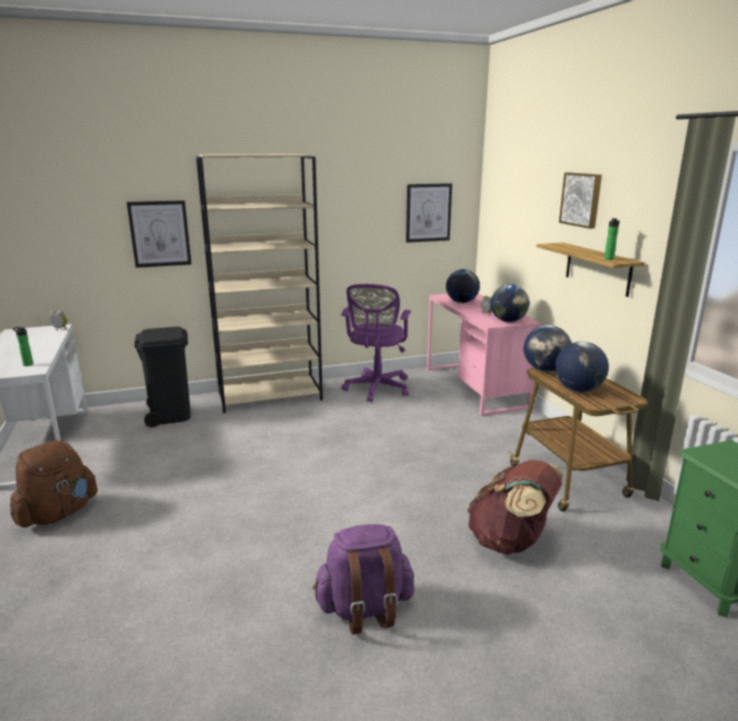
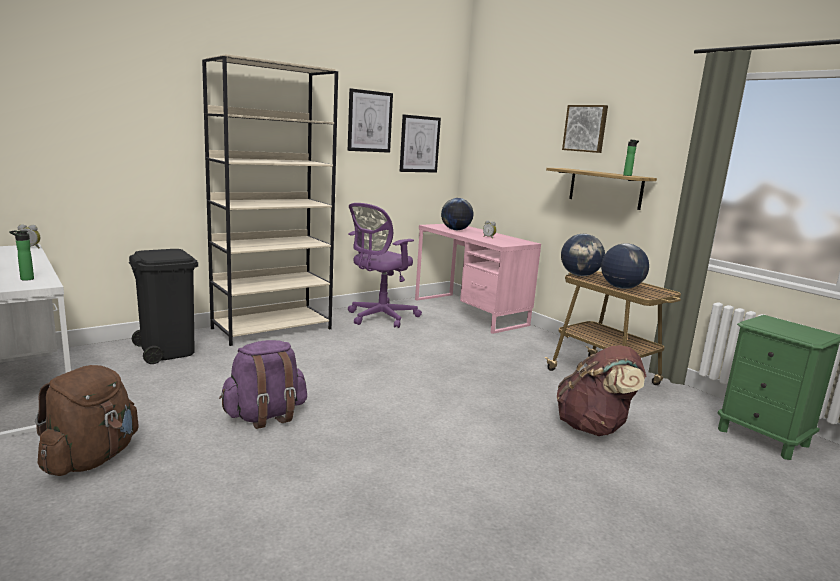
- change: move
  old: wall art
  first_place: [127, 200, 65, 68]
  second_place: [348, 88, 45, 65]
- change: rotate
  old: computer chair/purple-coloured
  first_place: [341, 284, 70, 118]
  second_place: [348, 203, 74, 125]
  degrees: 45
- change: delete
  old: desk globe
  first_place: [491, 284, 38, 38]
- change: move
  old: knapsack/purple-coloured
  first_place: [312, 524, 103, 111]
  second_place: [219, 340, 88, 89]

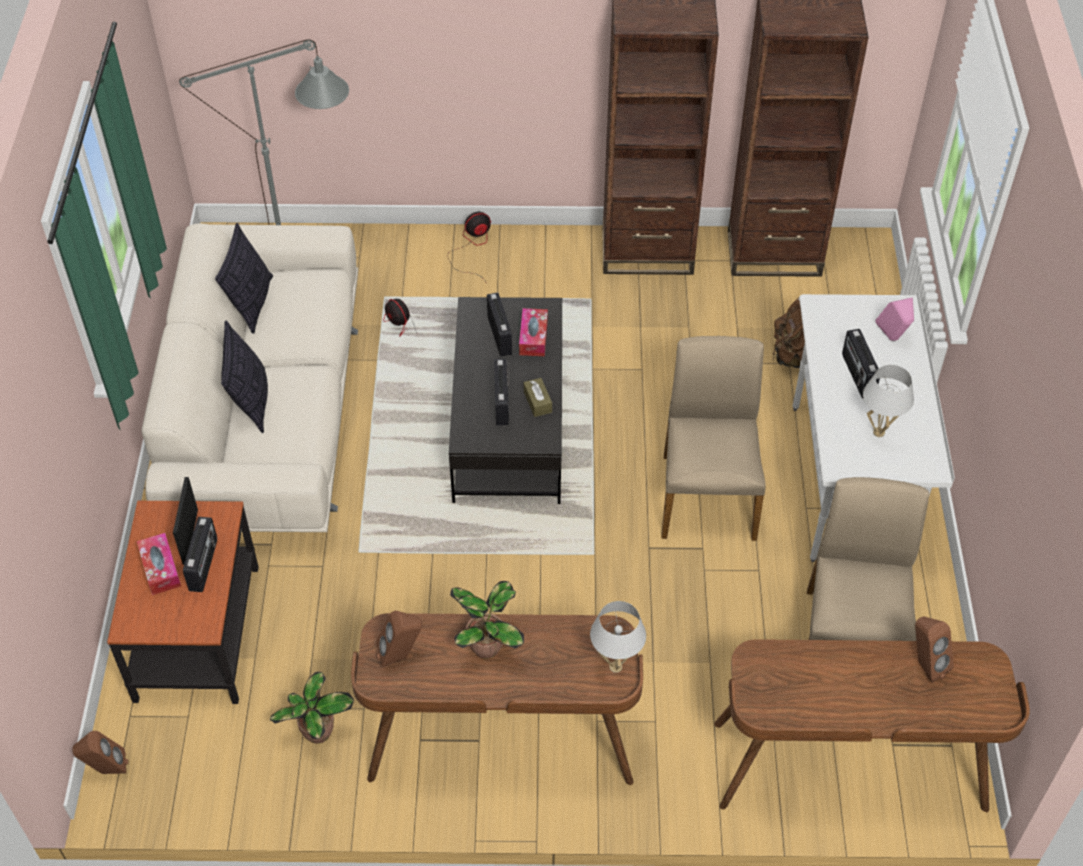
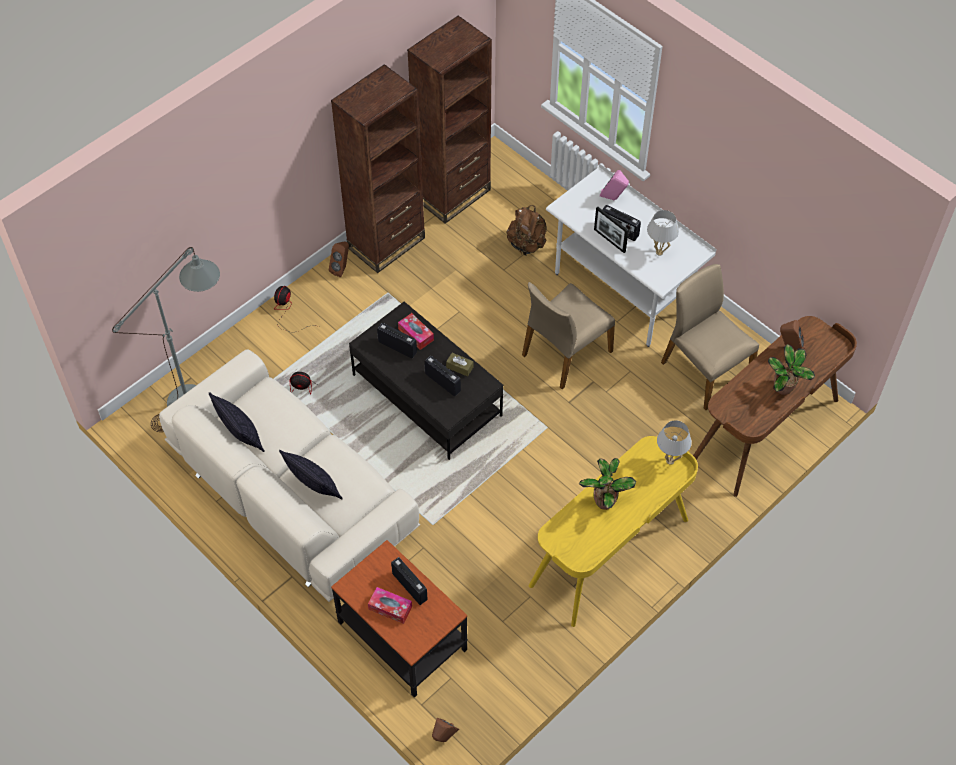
- change: rotate
  old: chair/beige-coloured
  first_place: [662, 336, 104, 205]
  second_place: [522, 282, 93, 107]
  degrees: -90
- change: move
  old: picture frame
  first_place: [173, 477, 25, 88]
  second_place: [594, 207, 35, 46]
- change: move
  old: speaker/brown
  first_place: [376, 611, 46, 57]
  second_place: [329, 241, 20, 36]
- change: recolor
  old: desk unit/brown
  new: desk unit/yellow
  first_place: [351, 613, 292, 172]
  second_place: [529, 436, 169, 191]
- change: move
  old: plant in a pot
  first_place: [270, 672, 84, 71]
  second_place: [768, 344, 47, 51]

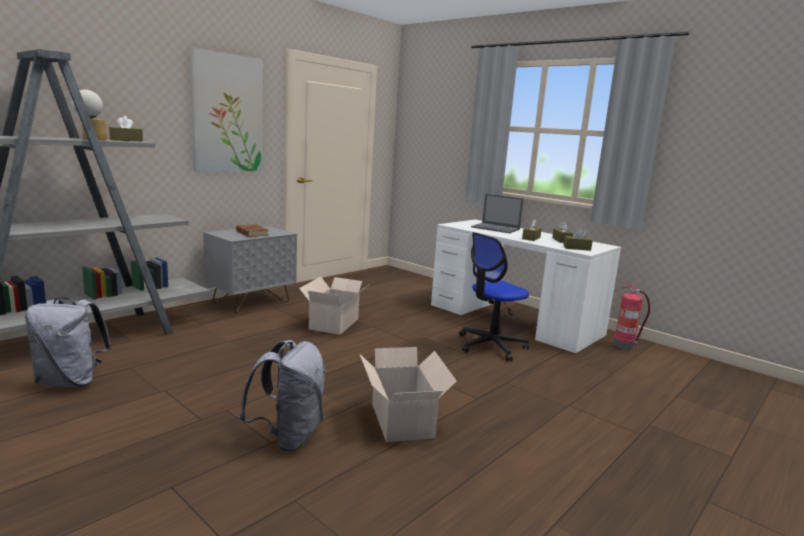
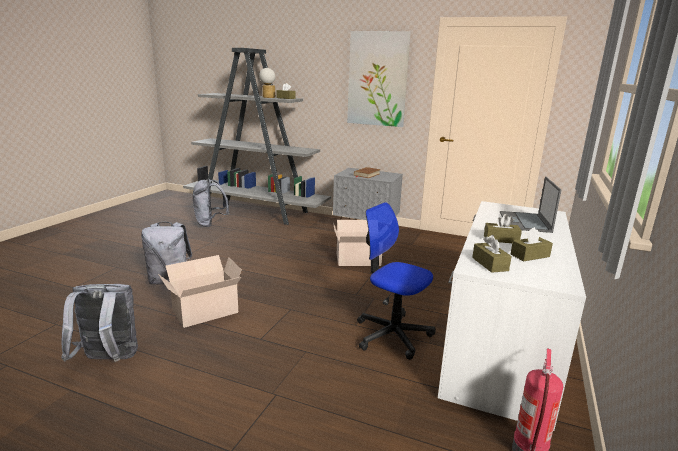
- change: insert
  new: knapsack/greyish
  second_place: [62, 284, 76, 78]

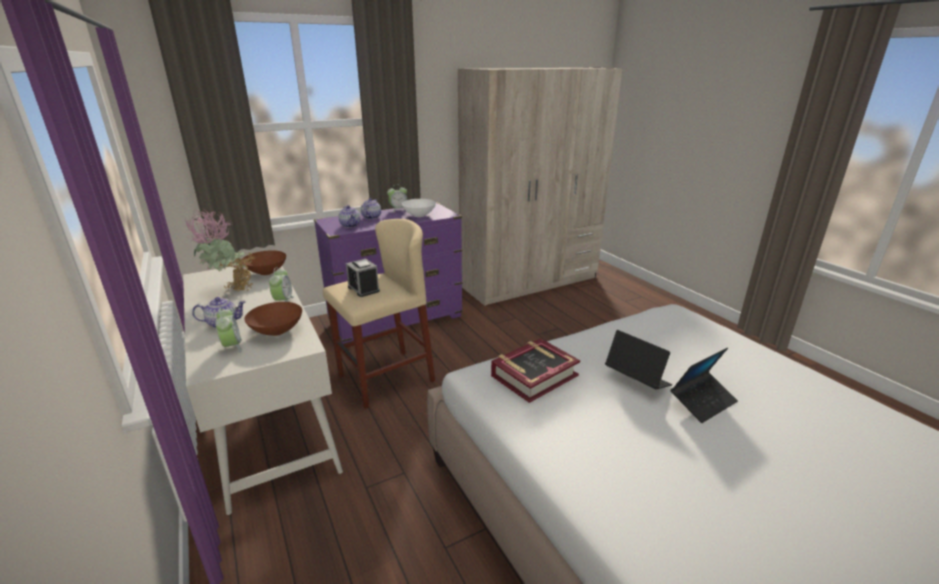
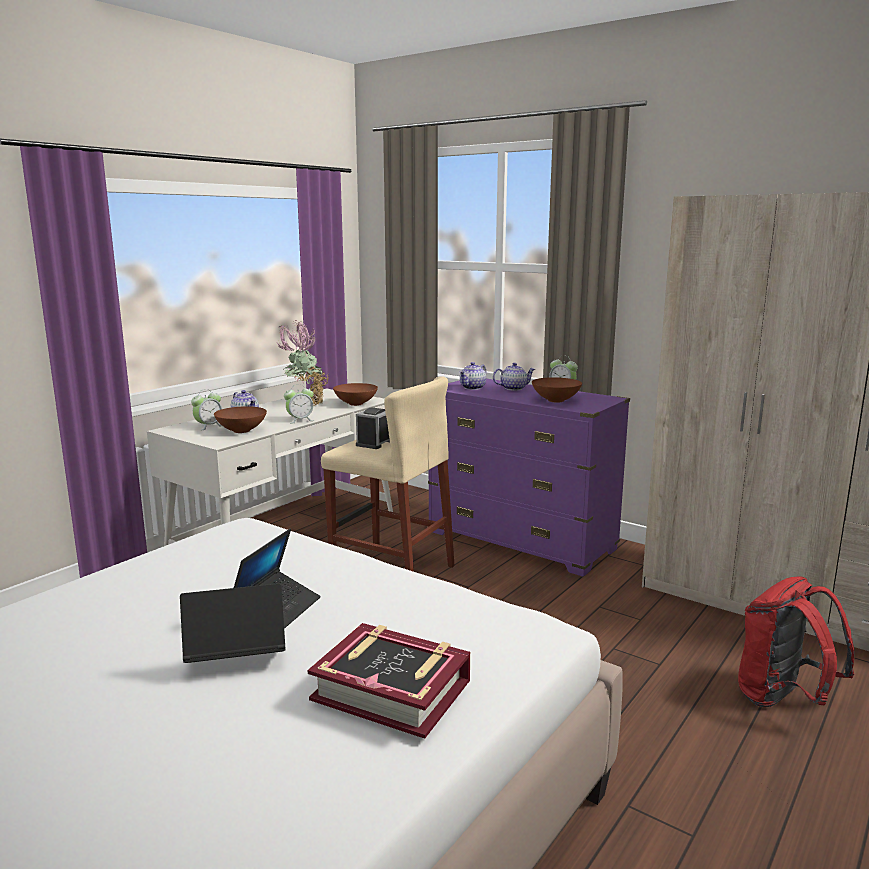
- change: recolor
  old: bowl/white
  new: bowl/brown
  first_place: [401, 199, 35, 18]
  second_place: [532, 377, 50, 26]
- change: move
  old: bound book
  first_place: [491, 338, 89, 65]
  second_place: [308, 623, 162, 116]
- change: rotate
  old: portable computer
  first_place: [671, 348, 67, 75]
  second_place: [180, 584, 106, 79]
  degrees: 135
- change: insert
  new: knapsack/red-coloured
  second_place: [738, 576, 116, 131]

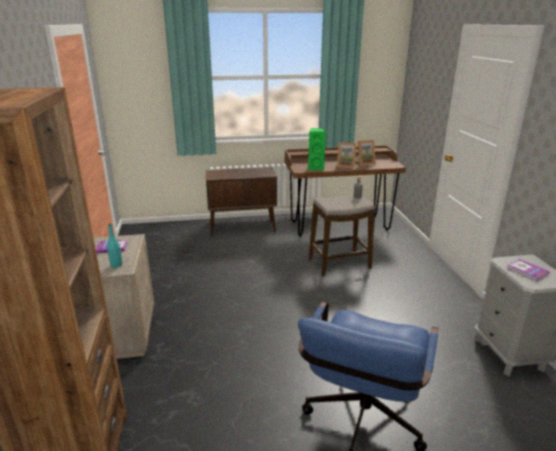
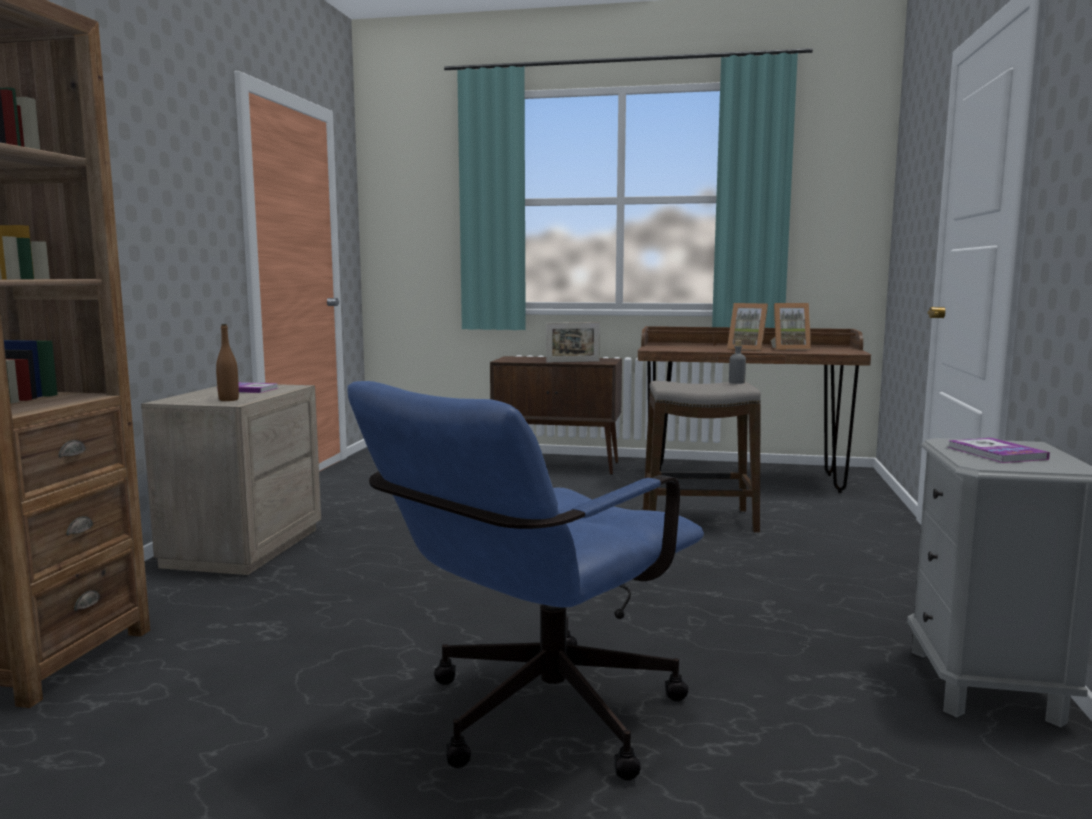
- change: delete
  old: speaker/green-coloured
  first_place: [308, 128, 18, 42]
- change: recolor
  old: bottle/blue-green
  new: bottle/brown
  first_place: [107, 224, 15, 44]
  second_place: [216, 324, 23, 77]
- change: insert
  new: picture frame
  second_place: [546, 322, 54, 40]

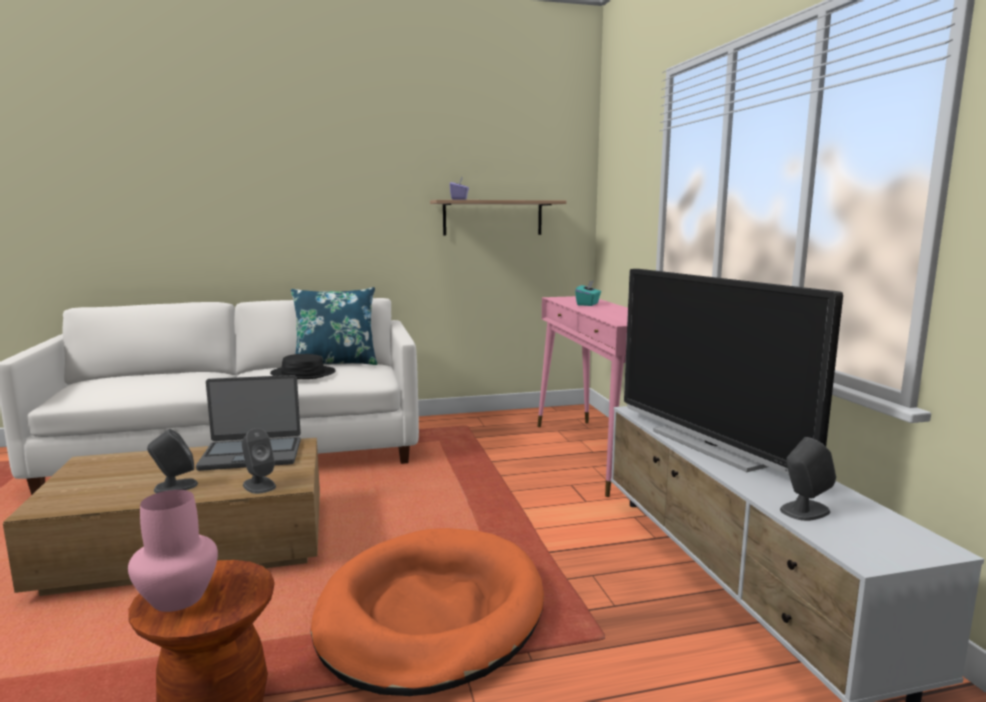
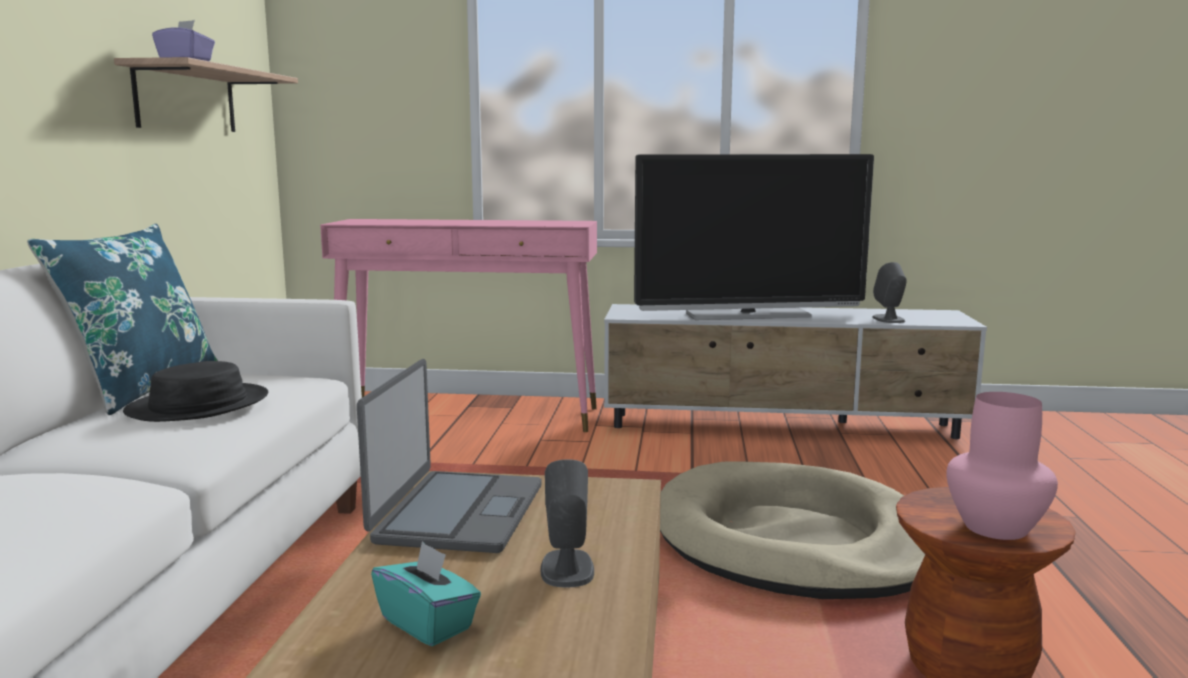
- change: move
  old: tissue holder/blue-green
  first_place: [575, 280, 26, 26]
  second_place: [371, 541, 110, 105]
- change: delete
  old: speaker/greyish
  first_place: [242, 428, 34, 66]
- change: recolor
  old: pet bed/orangey
  new: pet bed/beige-coloured
  first_place: [311, 528, 233, 168]
  second_place: [660, 461, 265, 138]

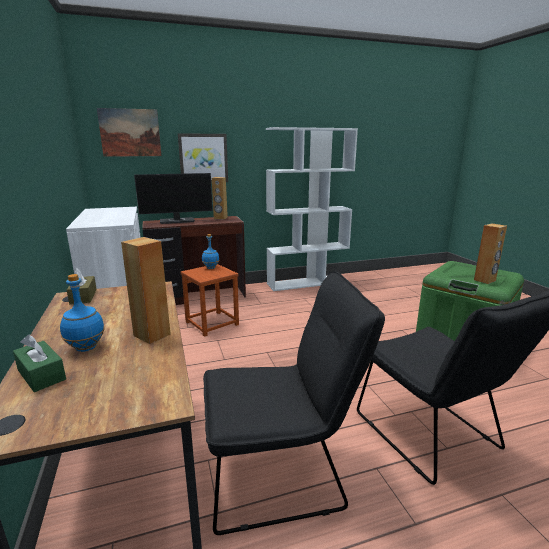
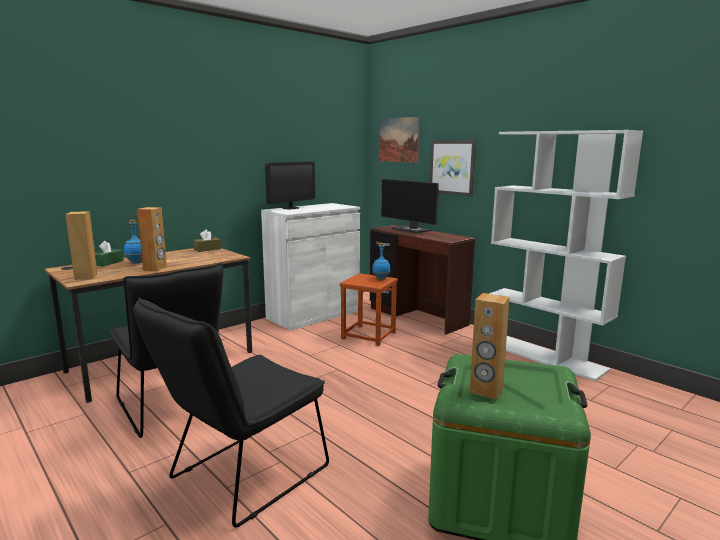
- change: move
  old: speaker/brown
  first_place: [212, 177, 16, 43]
  second_place: [65, 211, 33, 69]
- change: insert
  new: computer screen
  second_place: [265, 161, 50, 48]

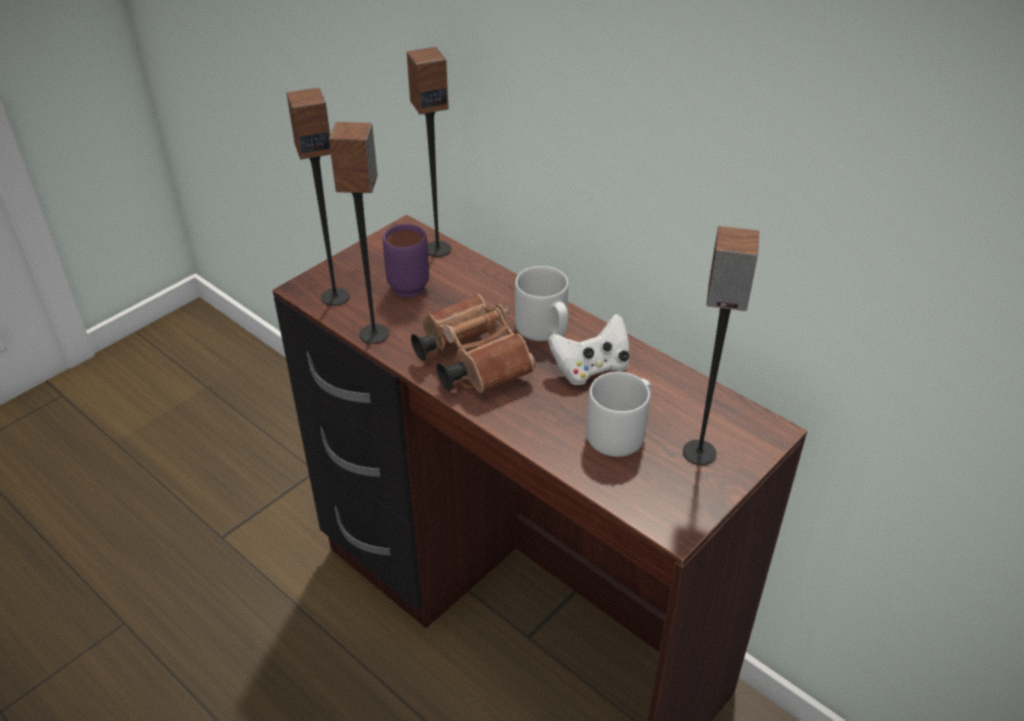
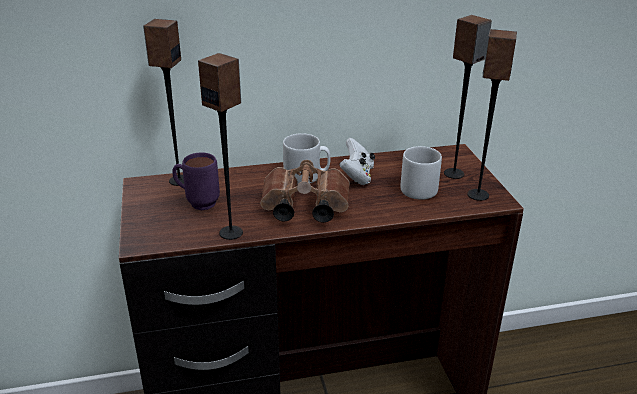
- change: move
  old: speaker
  first_place: [287, 87, 62, 219]
  second_place: [467, 29, 50, 172]

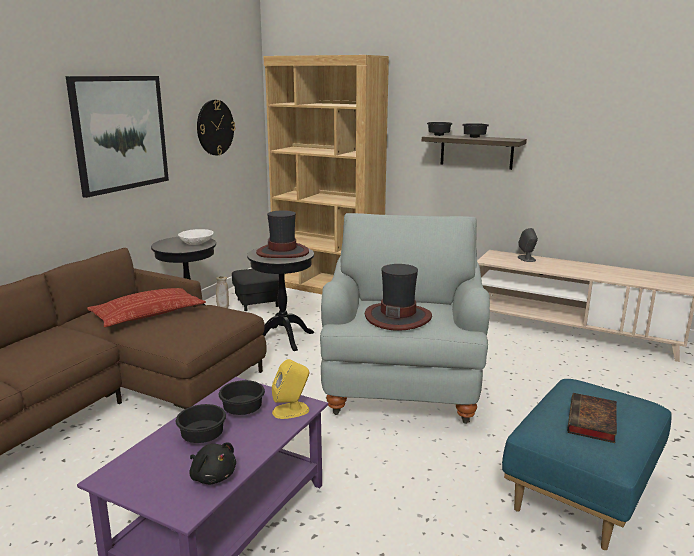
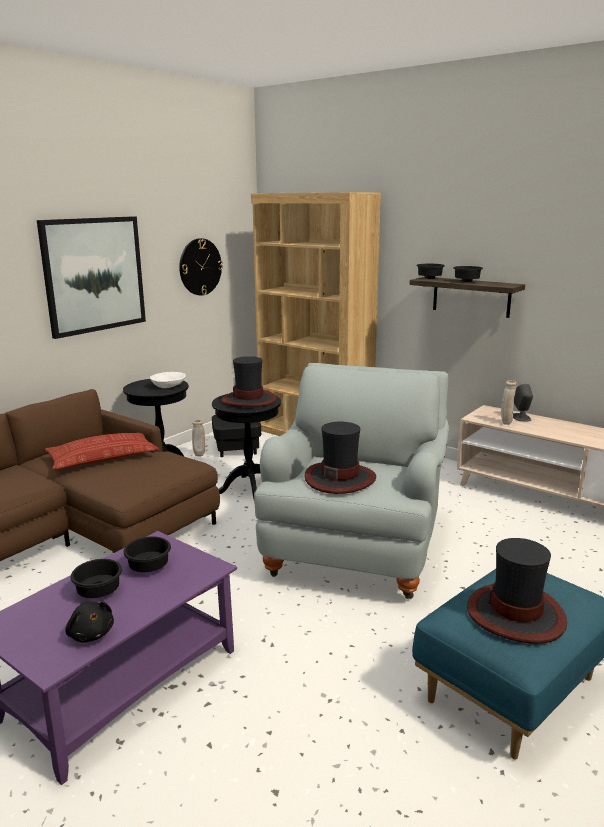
- change: delete
  old: speaker/yellow
  first_place: [272, 359, 38, 60]
- change: replace
  old: bound book
  new: clothing hat
  first_place: [567, 393, 50, 50]
  second_place: [467, 538, 100, 106]
- change: insert
  new: vase/beige-coloured
  second_place: [501, 380, 15, 45]

